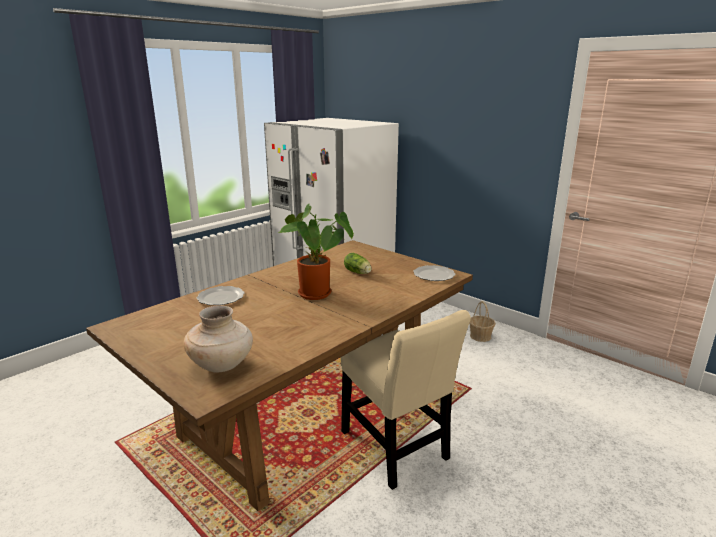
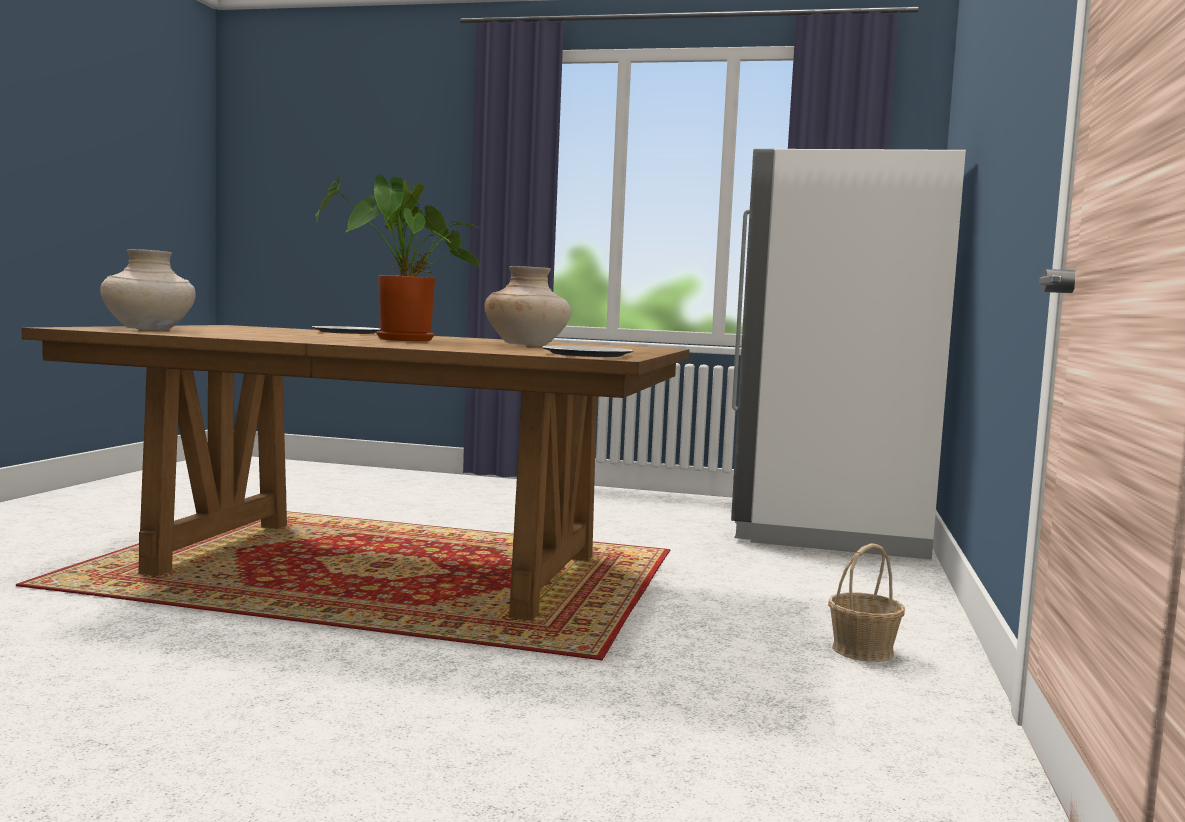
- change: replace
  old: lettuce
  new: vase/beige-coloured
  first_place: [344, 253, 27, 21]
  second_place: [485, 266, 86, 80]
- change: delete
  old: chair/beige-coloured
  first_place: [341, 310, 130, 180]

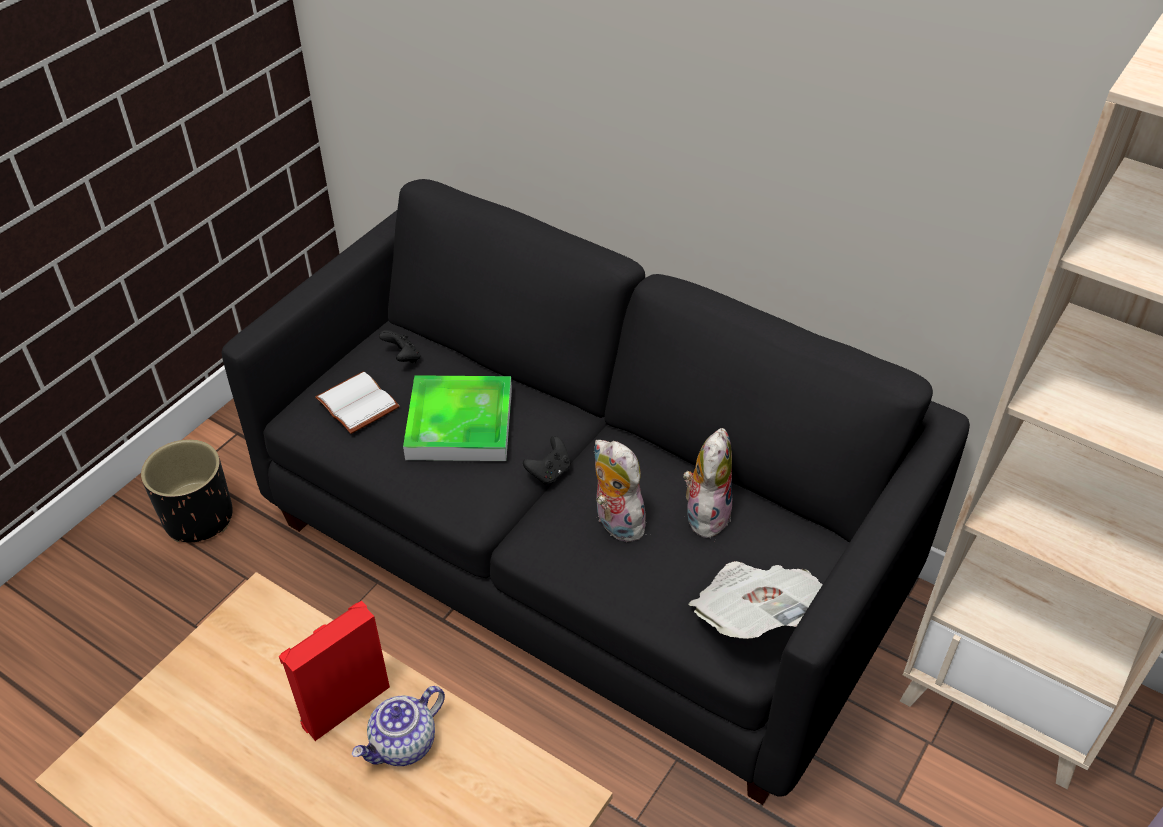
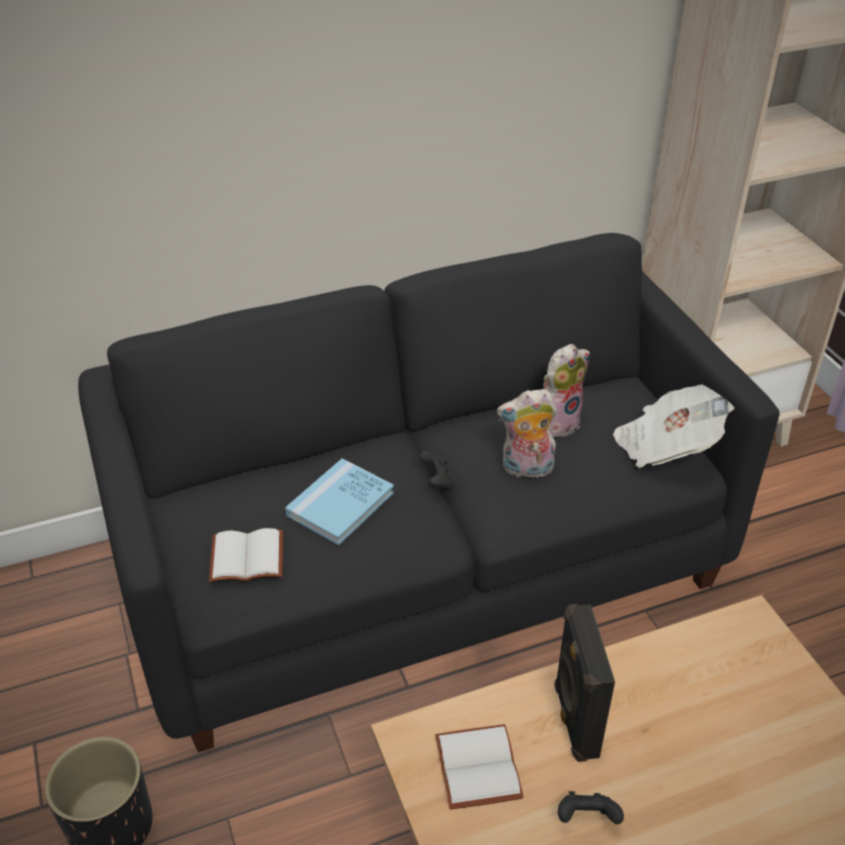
- change: move
  old: gamepad/black
  first_place: [379, 330, 41, 33]
  second_place: [558, 791, 66, 33]
- change: replace
  old: tray
  new: bound book/blue
  first_place: [403, 375, 109, 86]
  second_place: [285, 458, 109, 87]
- change: rotate
  old: soft toy
  first_place: [683, 428, 49, 110]
  second_place: [543, 344, 47, 94]
  degrees: 90
- change: recolor
  old: speaker/red-coloured
  new: speaker/black
  first_place: [279, 601, 111, 140]
  second_place: [554, 604, 61, 158]
- change: delete
  old: teapot
  first_place: [352, 686, 93, 80]
- change: insert
  new: bound book/white
  second_place: [435, 724, 89, 86]

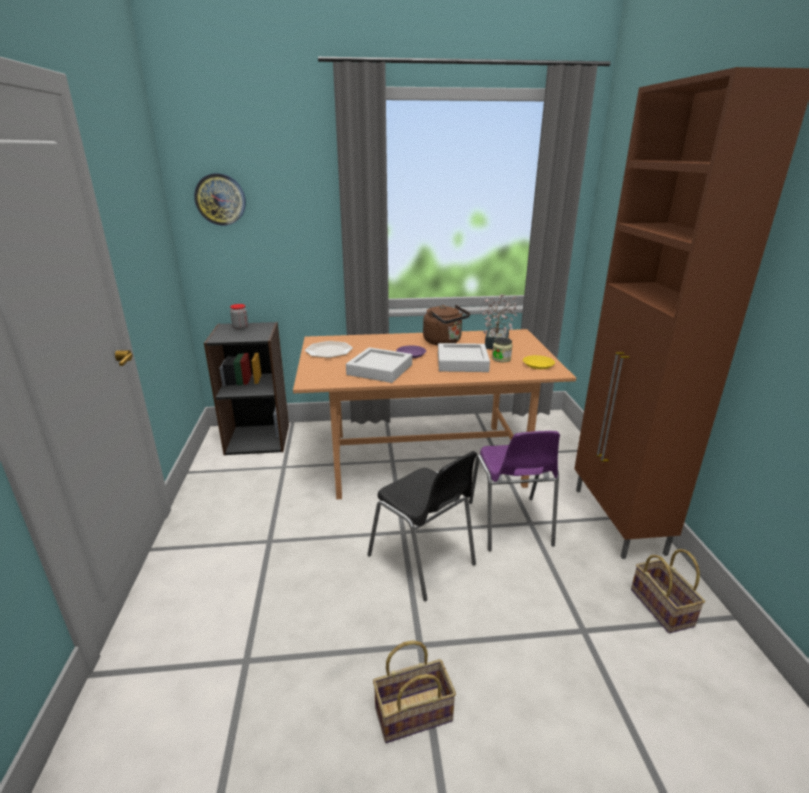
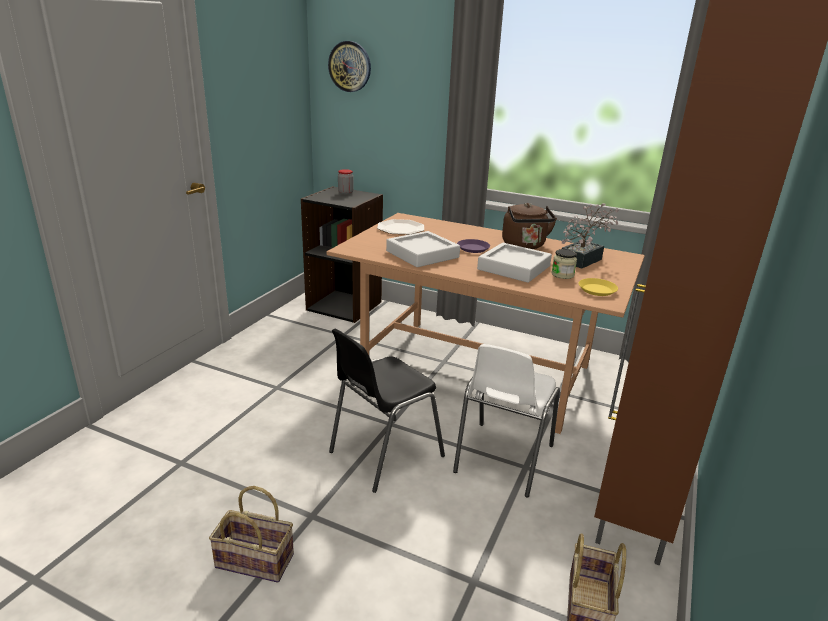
- change: recolor
  old: chair/purple-coloured
  new: chair/white
  first_place: [469, 431, 91, 120]
  second_place: [453, 344, 107, 153]
- change: rotate
  old: chair/black
  first_place: [367, 451, 110, 150]
  second_place: [329, 328, 116, 165]
  degrees: 60

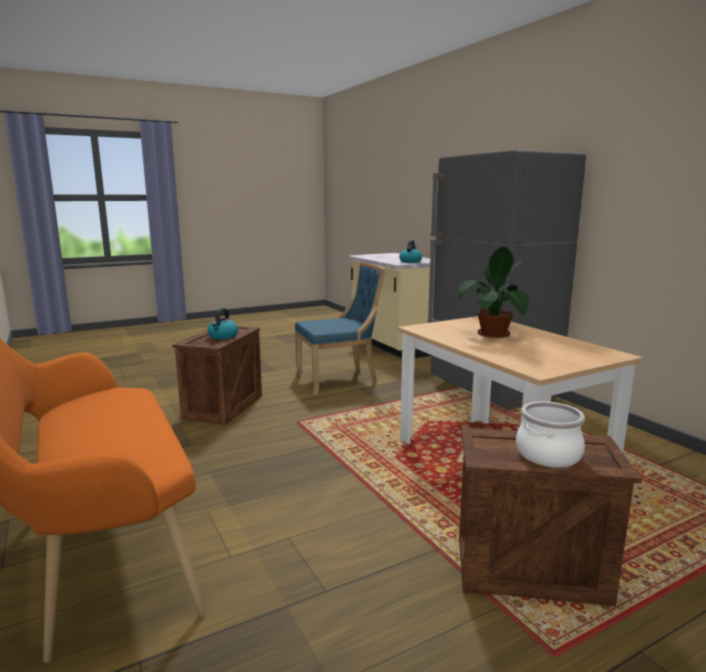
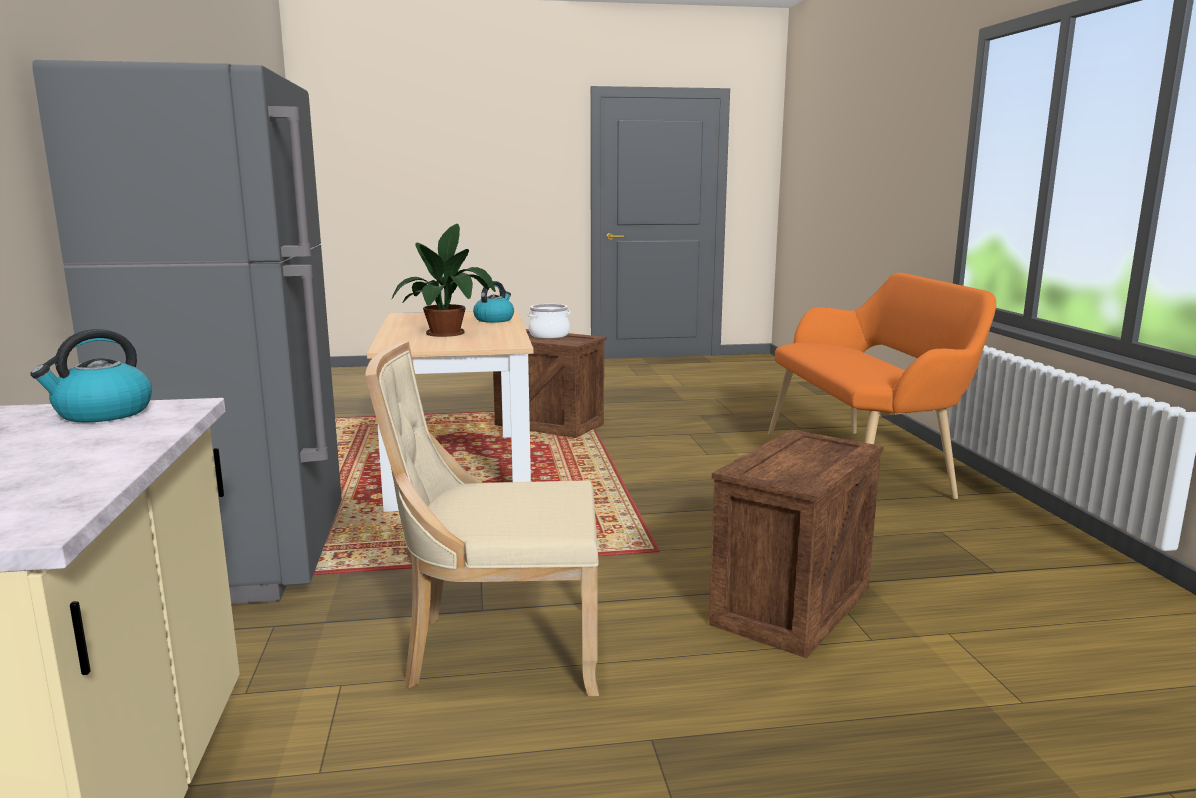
- change: recolor
  old: chair/blue
  new: chair/beige-coloured
  first_place: [295, 263, 90, 132]
  second_place: [365, 342, 234, 354]
- change: move
  old: water kettle
  first_place: [207, 308, 31, 32]
  second_place: [473, 281, 41, 42]

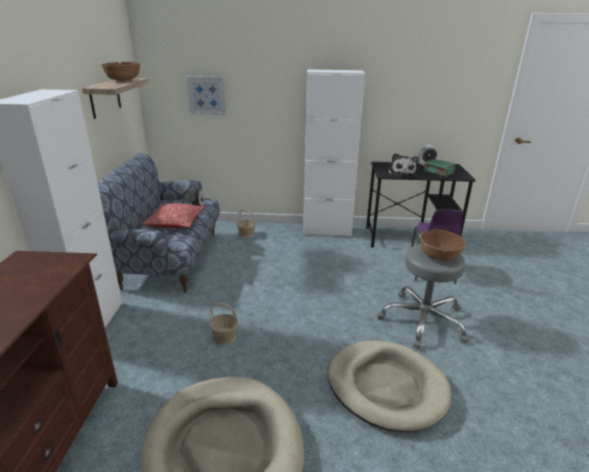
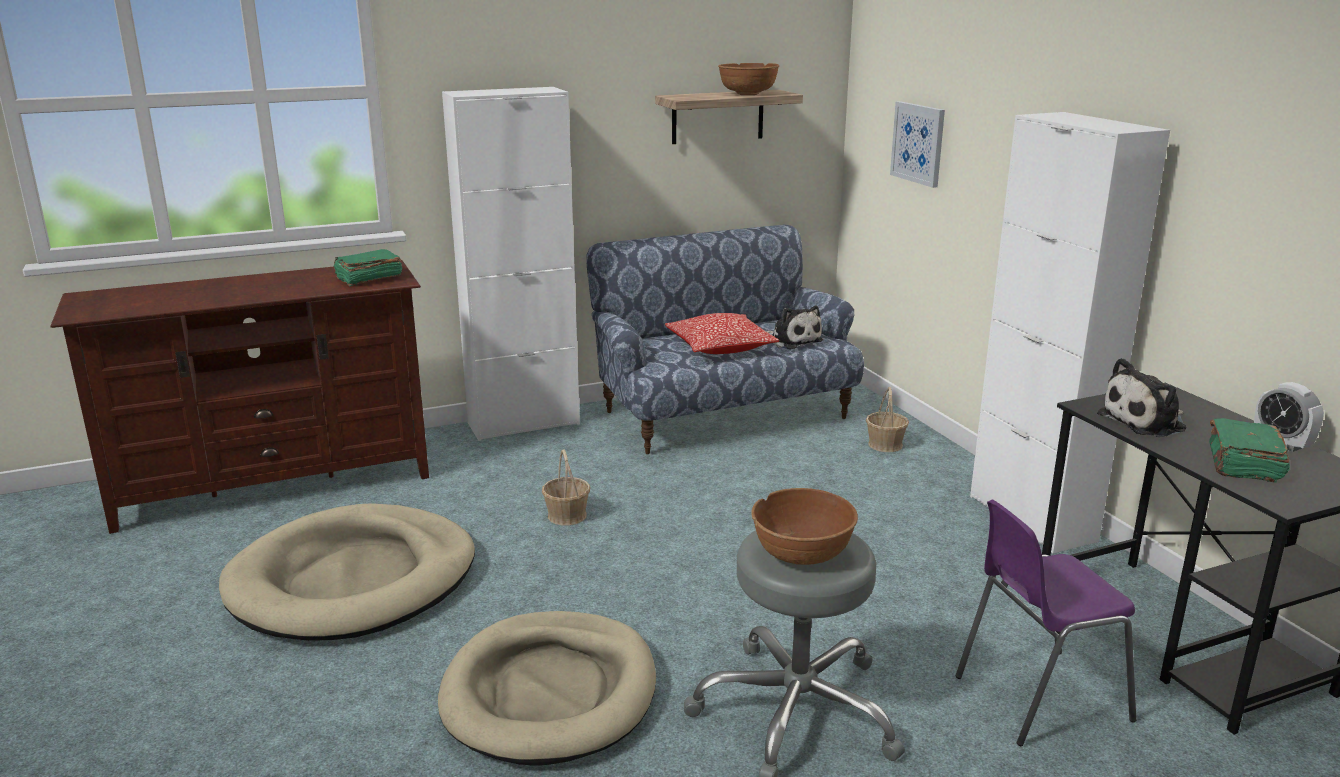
- change: insert
  new: bound book/green-coloured
  second_place: [333, 249, 69, 37]

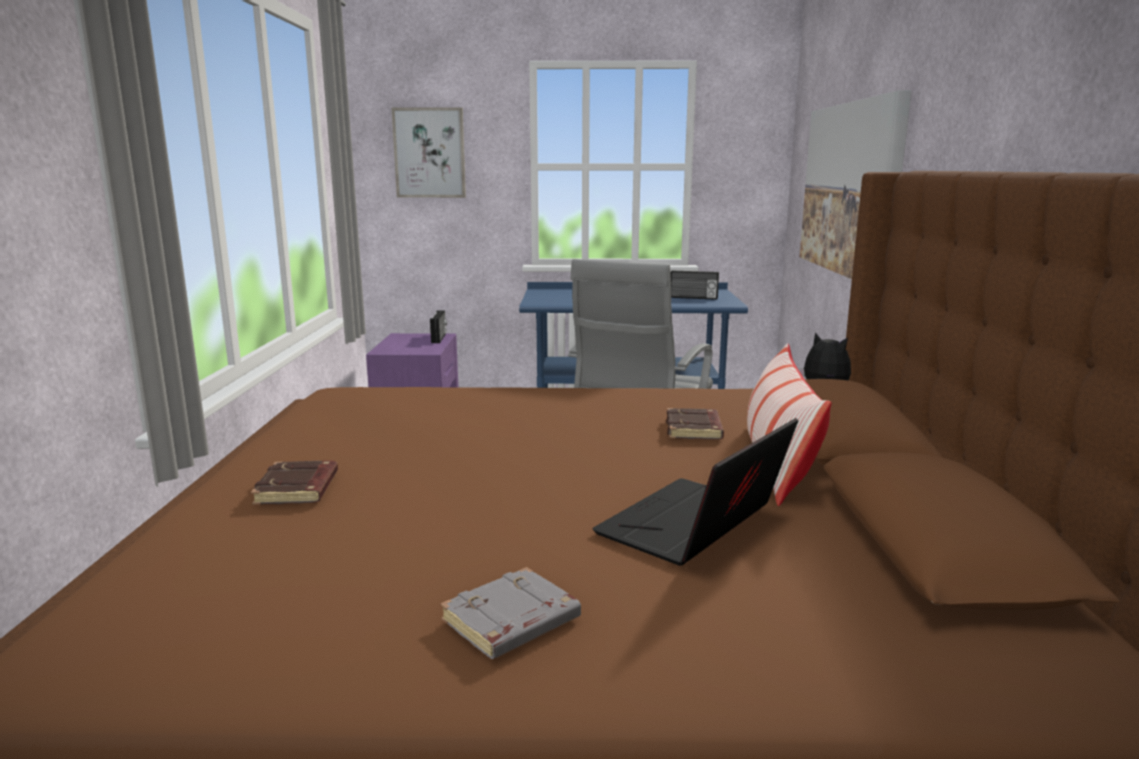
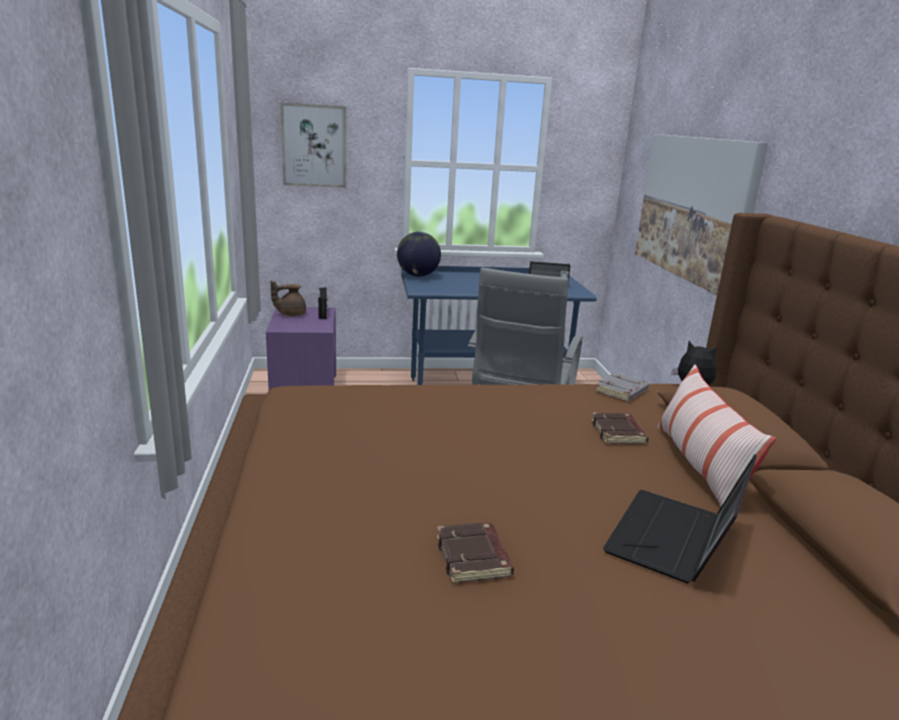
- change: move
  old: bound book/brown
  first_place: [251, 460, 87, 45]
  second_place: [437, 522, 77, 61]
- change: move
  old: bound book/greyish
  first_place: [441, 567, 140, 92]
  second_place: [595, 373, 54, 28]
- change: insert
  new: desk globe
  second_place: [397, 232, 44, 45]
- change: insert
  new: teapot/brown
  second_place: [271, 281, 35, 35]

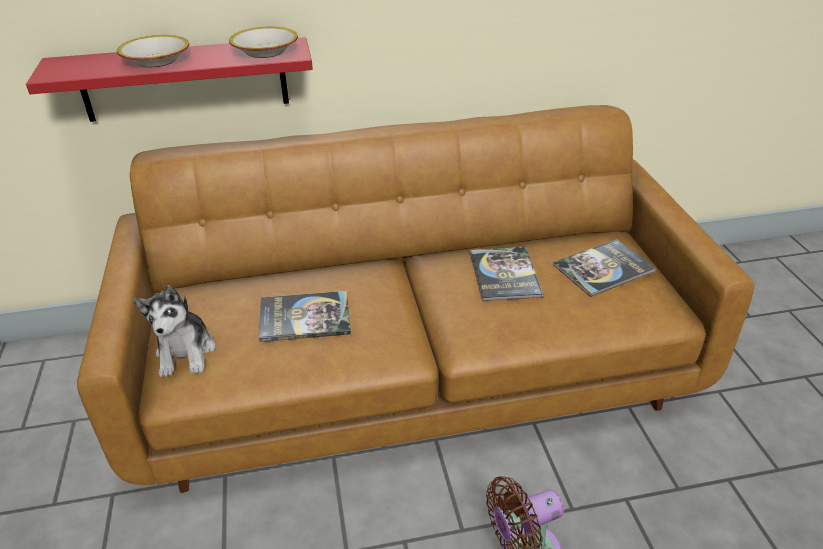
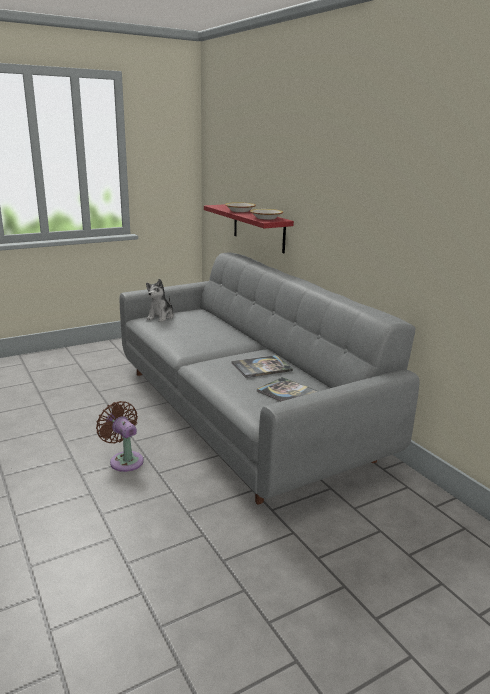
- change: recolor
  old: couch/brown
  new: couch/greyish
  first_place: [77, 105, 677, 388]
  second_place: [120, 252, 299, 253]
- change: rotate
  old: soft toy
  first_place: [133, 285, 82, 92]
  second_place: [146, 279, 28, 43]
  degrees: -45
- change: delete
  old: bound book
  first_place: [259, 291, 92, 51]

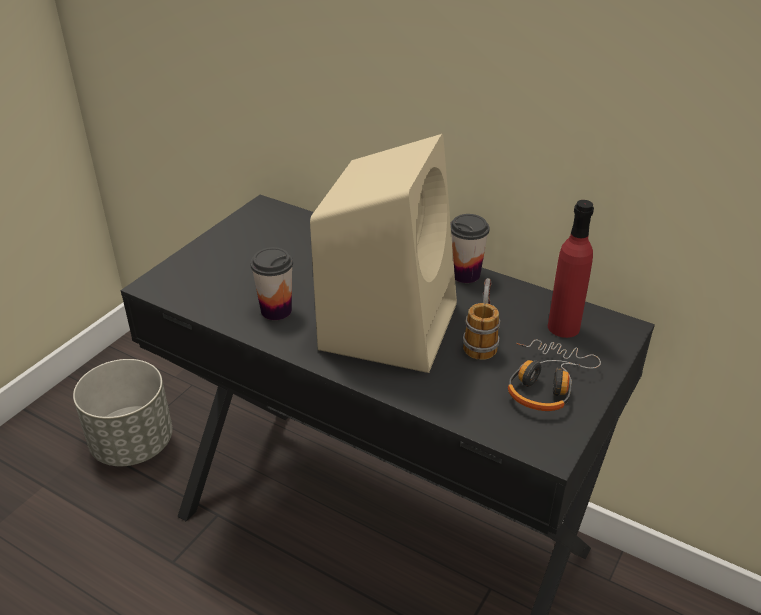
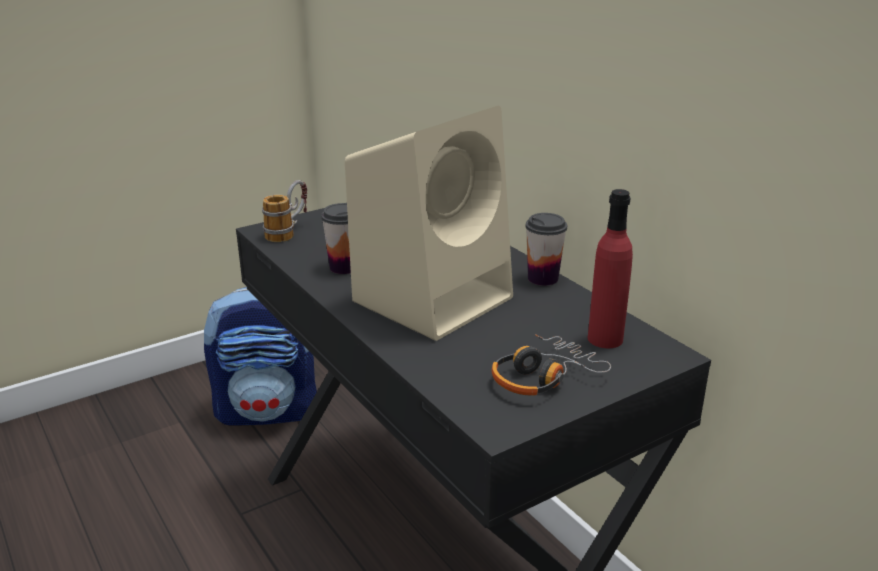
- change: move
  old: coffee mug
  first_place: [463, 278, 37, 82]
  second_place: [262, 180, 45, 62]
- change: replace
  old: flower pot/greyish
  new: knapsack
  first_place: [73, 359, 99, 107]
  second_place: [204, 287, 113, 139]

